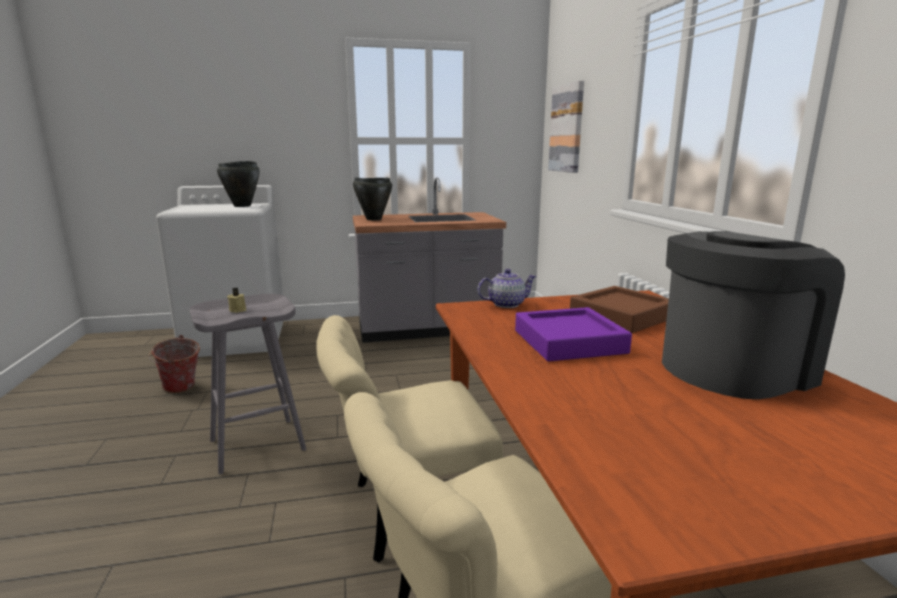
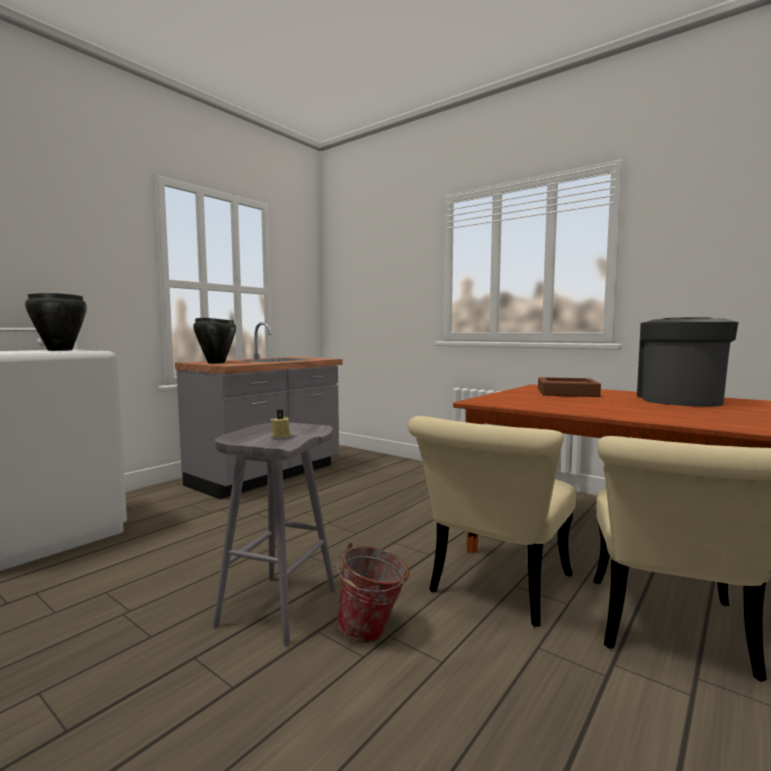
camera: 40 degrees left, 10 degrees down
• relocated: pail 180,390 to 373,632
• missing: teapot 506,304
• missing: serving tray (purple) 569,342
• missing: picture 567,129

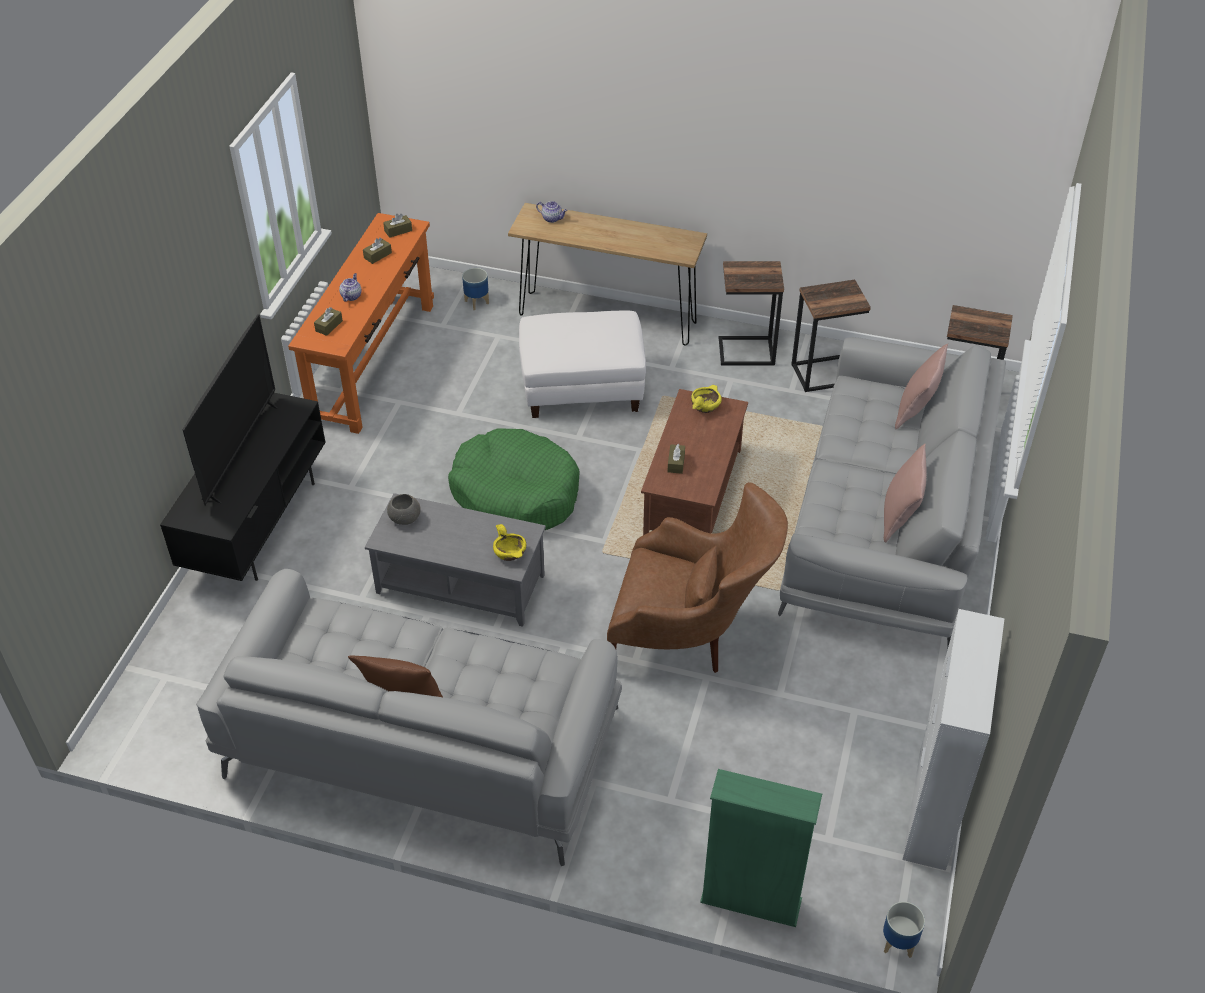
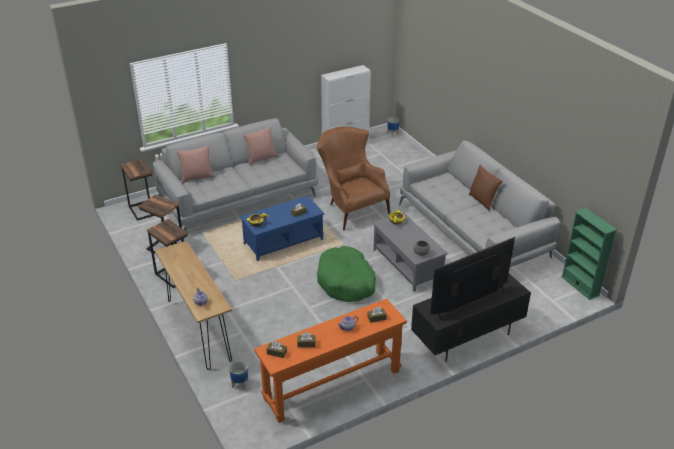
camera: 135 degrees left, 10 degrees down
• missing: footrest (white) 582,388
• colour: coffee table (brown-coloured) 694,493 to coffee table (bluish) 283,241
• relocated: shelving unit (green) 750,901 to 580,286

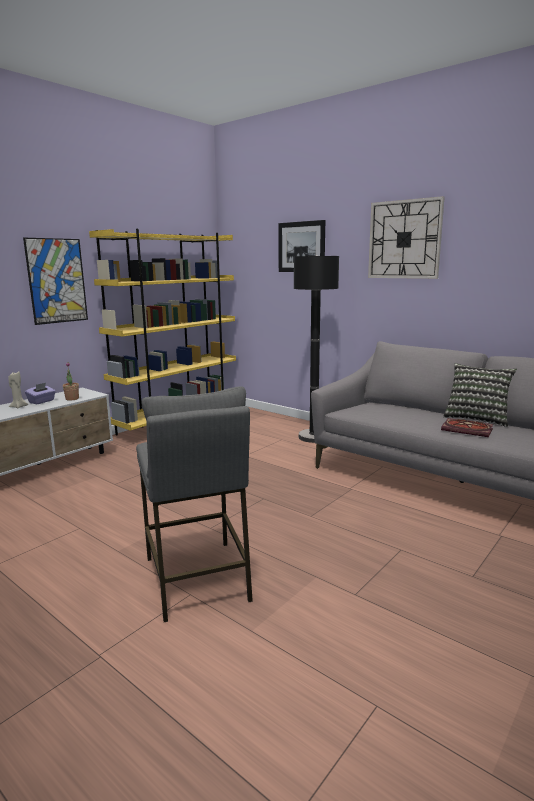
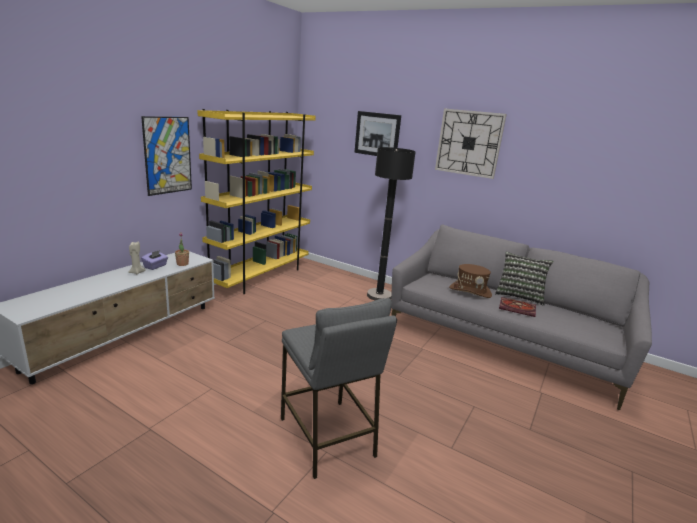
camera: 10 degrees left, 5 degrees up
• appeared: clothing hat (brown-coloured) 470,291

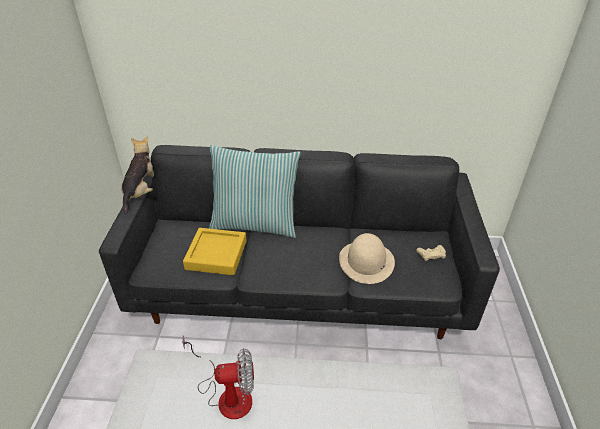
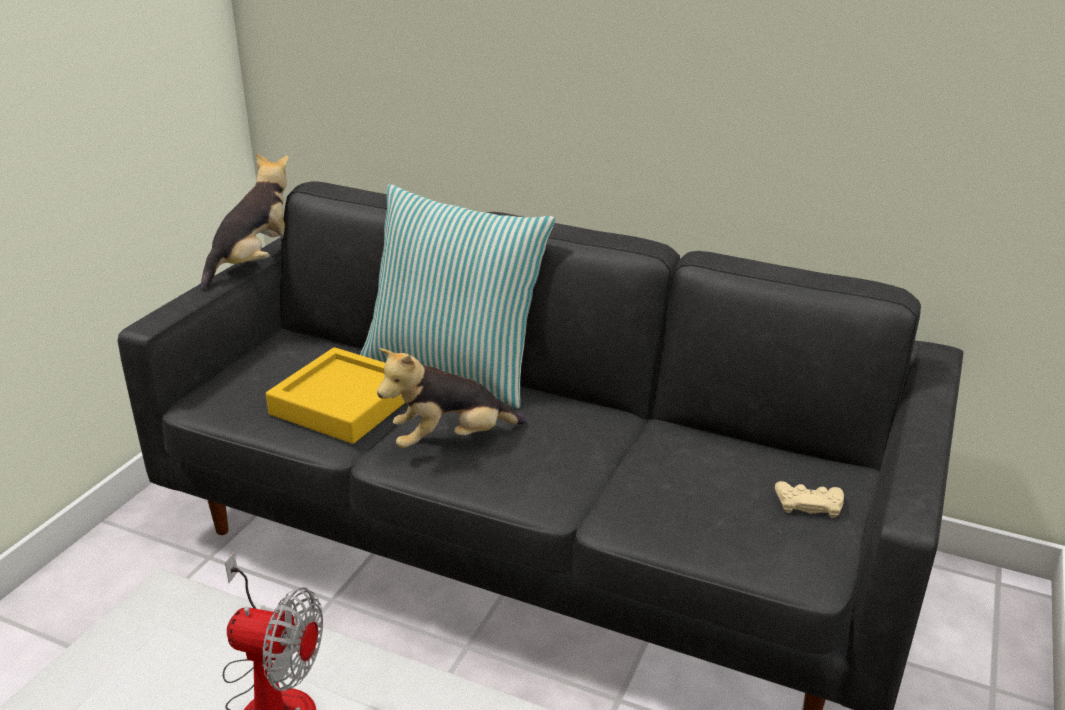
camera: 20 degrees right, 10 degrees down
• missing: clothing hat (beige) 366,261
• appeared: cuddly toy 450,440

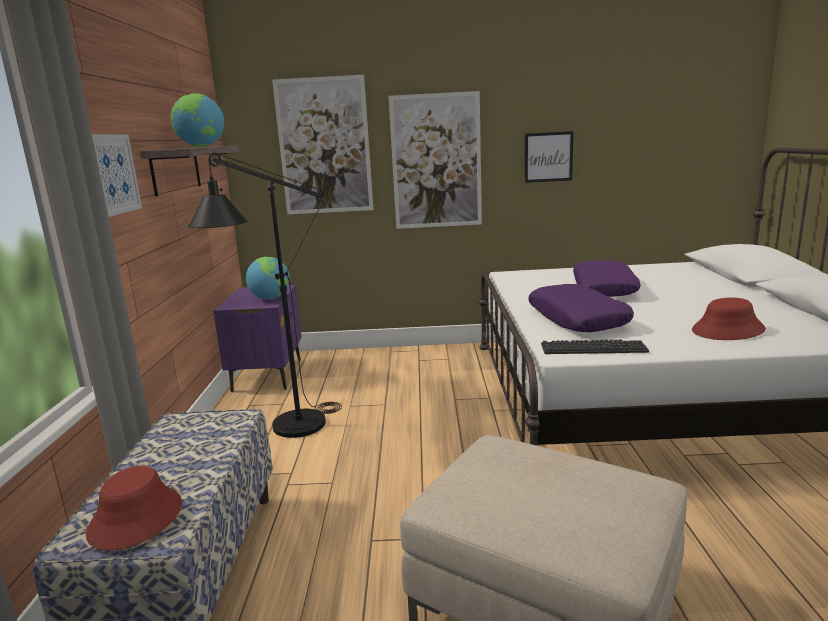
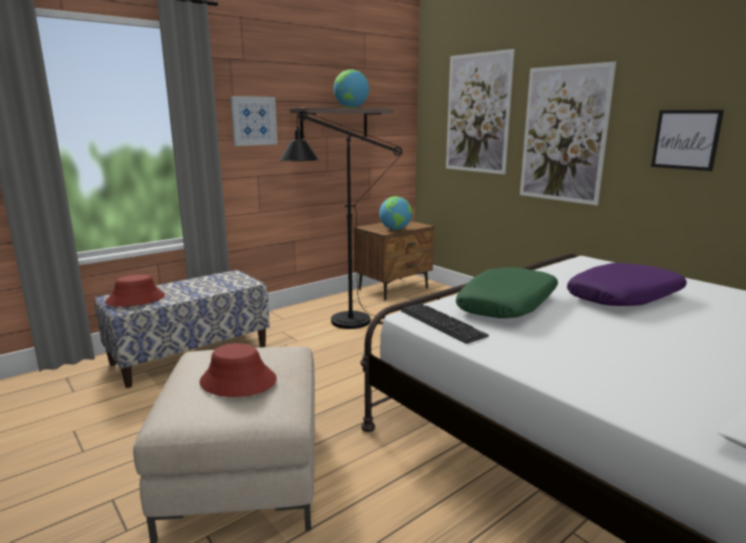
camera: 50 degrees right, 0 degrees up
• colour: night table (purple) 268,375 to night table (brown-coloured) 394,289
• colour: throw pillow (purple) 577,319 to throw pillow (green) 508,305
• relocated: clothing hat (red-coloured) 728,330 to 237,381

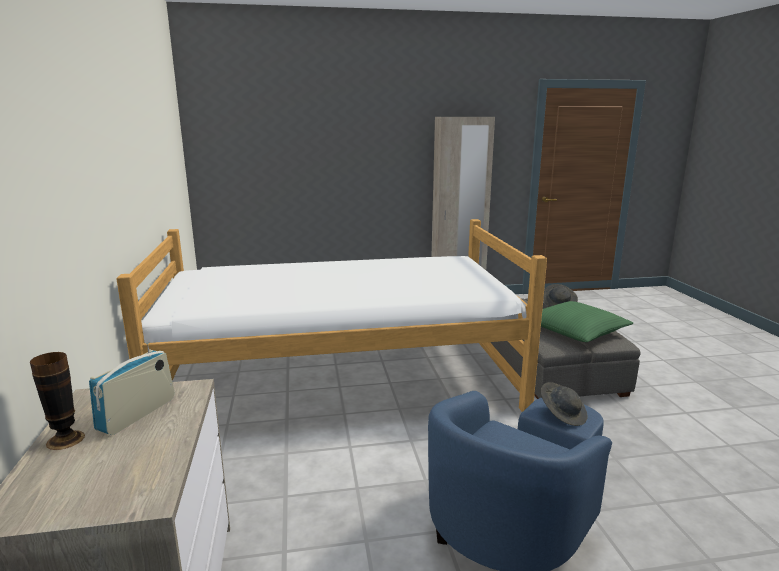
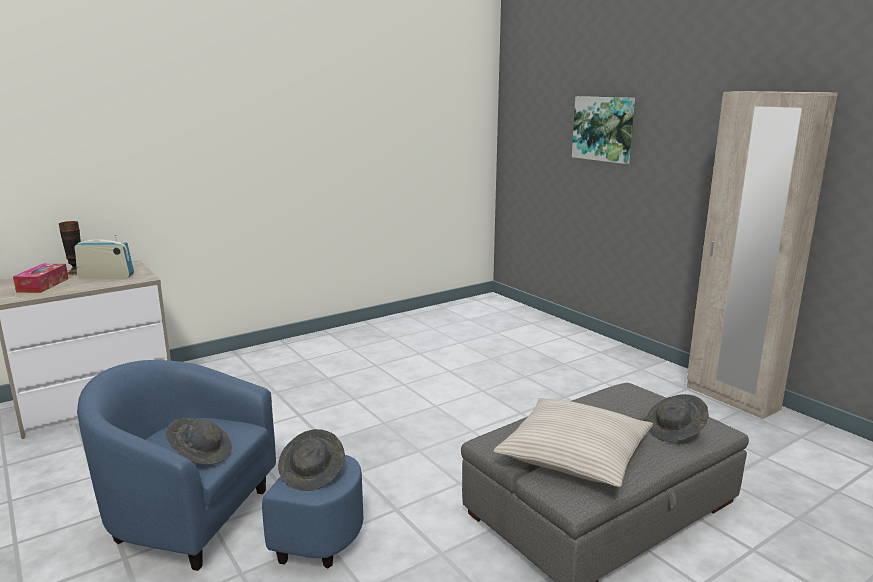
camera: 65 degrees right, 0 degrees up
• missing: sleeping bed 340,382
• colour: throw pillow (green) 576,331 to throw pillow (beige) 574,455
• appeared: box of tissues 43,285
• appeared: clothing hat (gray) 201,454
• appeared: picture 603,129

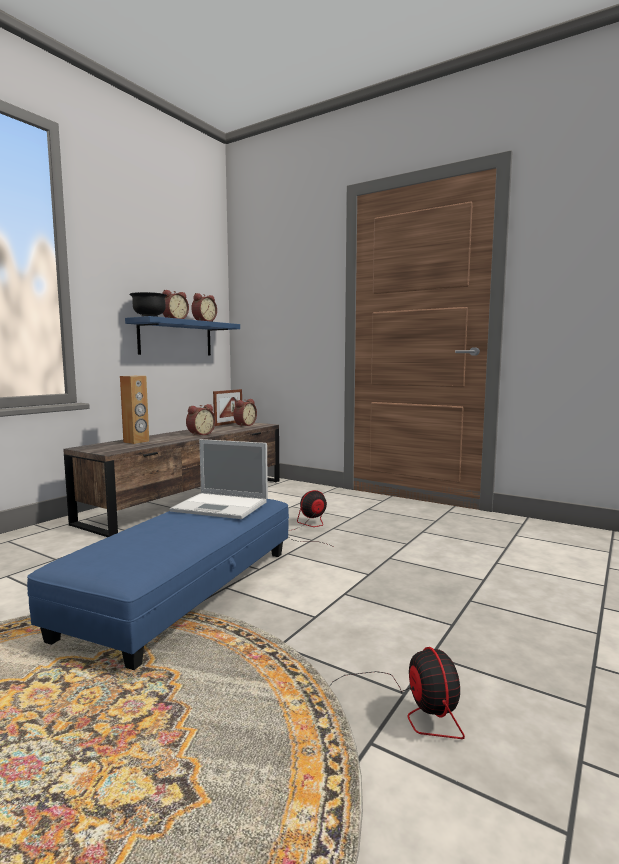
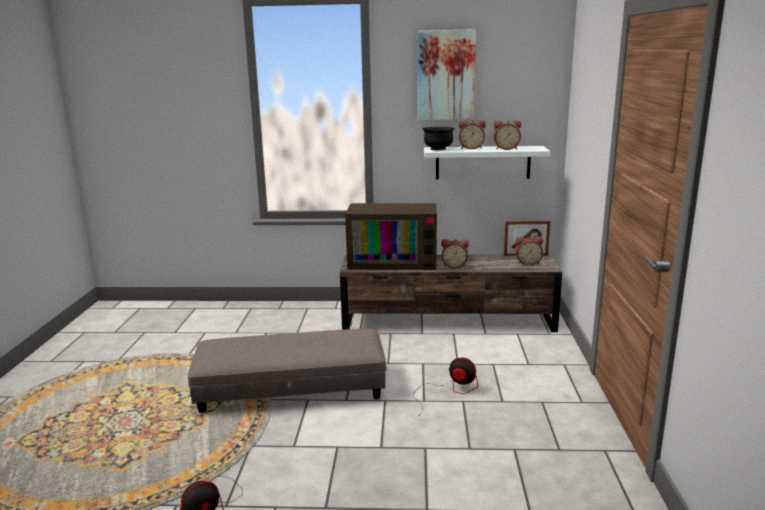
camera: 60 degrees right, 10 degrees up
• colour: footrest (bluish) 185,591 to footrest (gray) 291,389
• exchanged: audio speaker (brown-coloured) 136,442 to television 394,261
• colour: shelf (bluish) 176,338 to shelf (white) 483,162
• missing: laptop 222,506
• appeared: picture 446,75

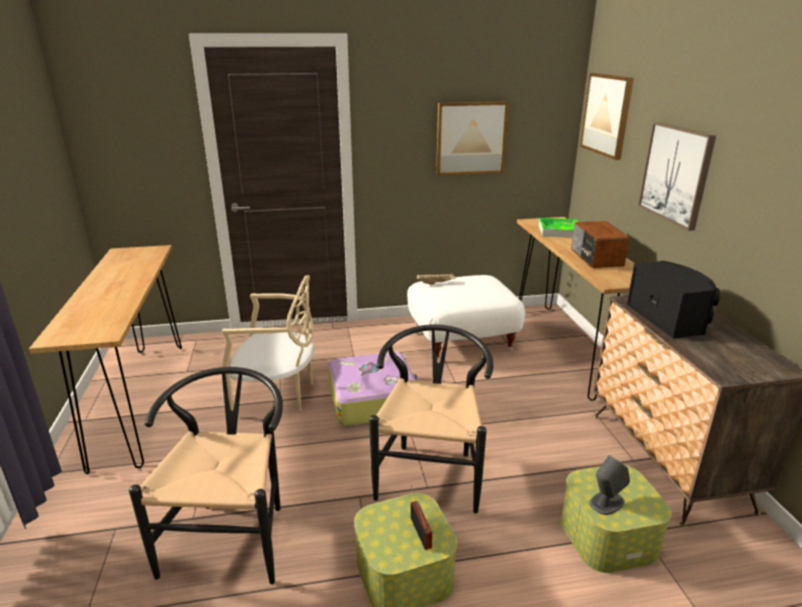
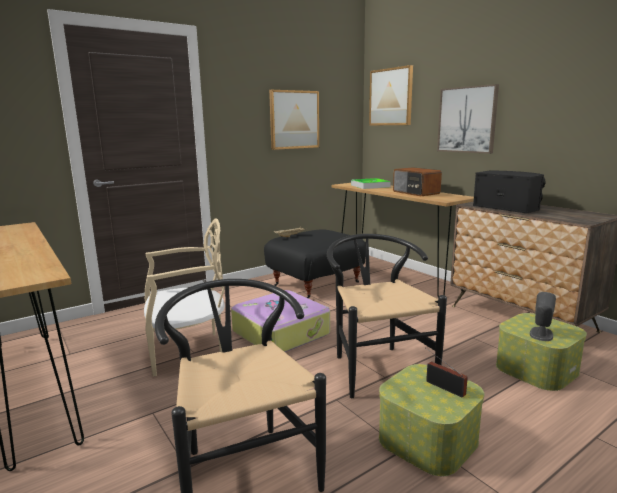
camera: 25 degrees left, 10 degrees down
• colour: footrest (white) 462,340 to footrest (blackish) 315,283

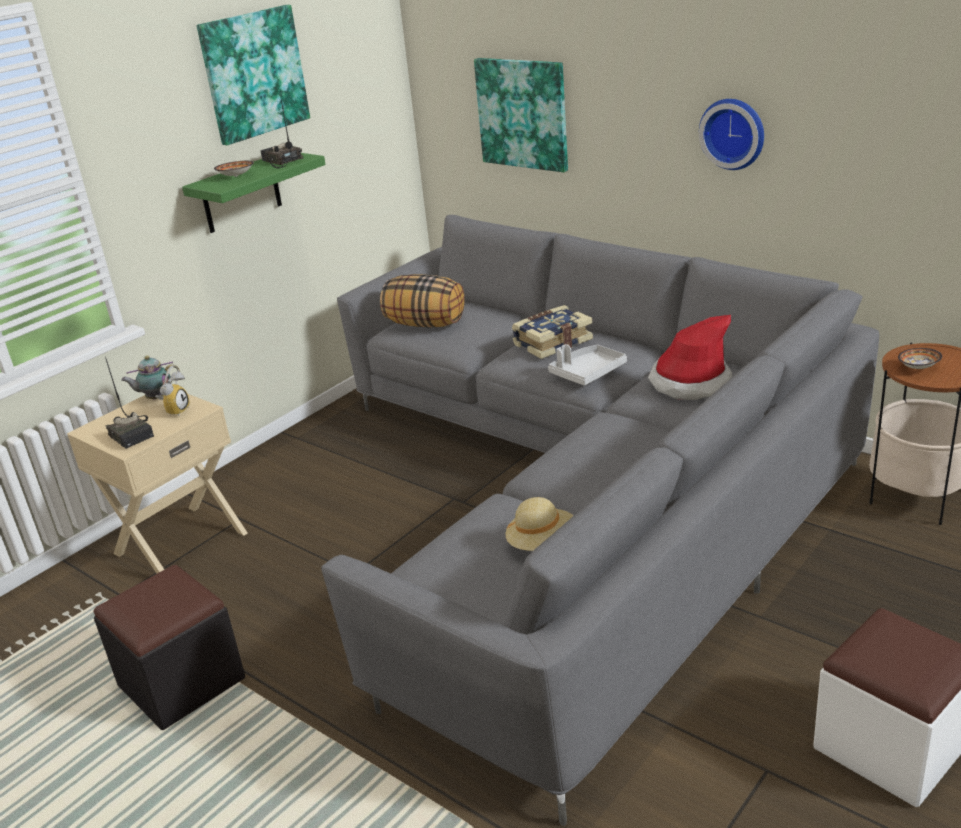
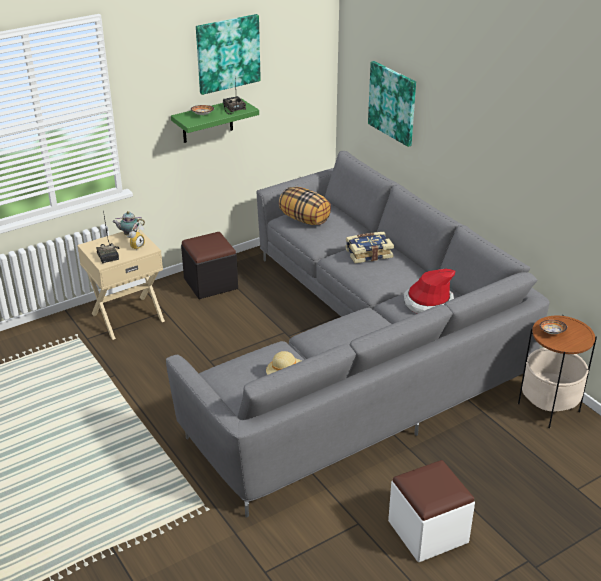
camera: 15 degrees right, 5 degrees up
• relocated: footrest (blackish) 181,682 to 210,283
• missing: serving tray (gray) 587,373
• missing: wall clock 734,133

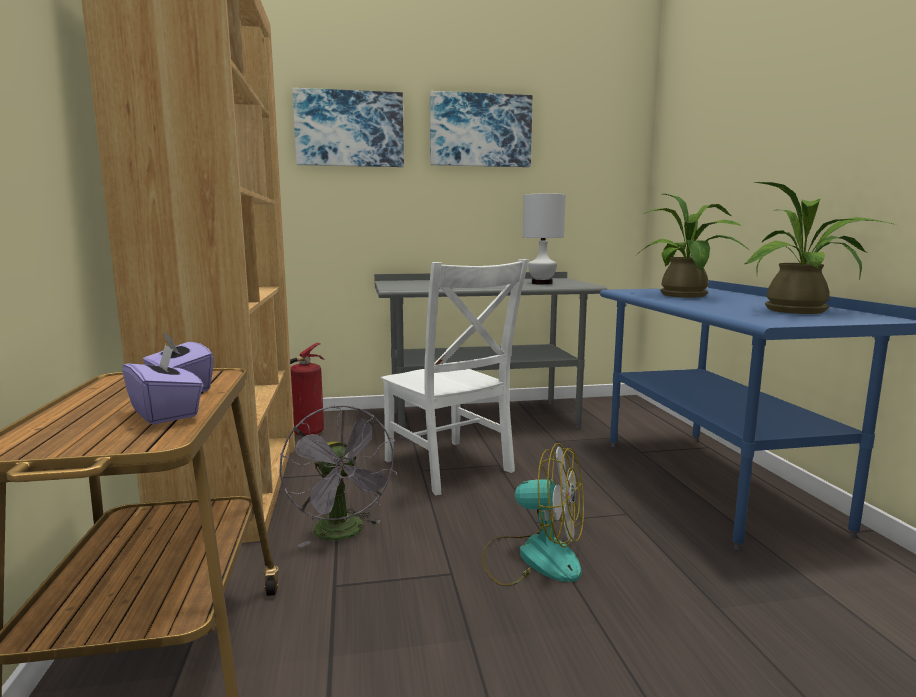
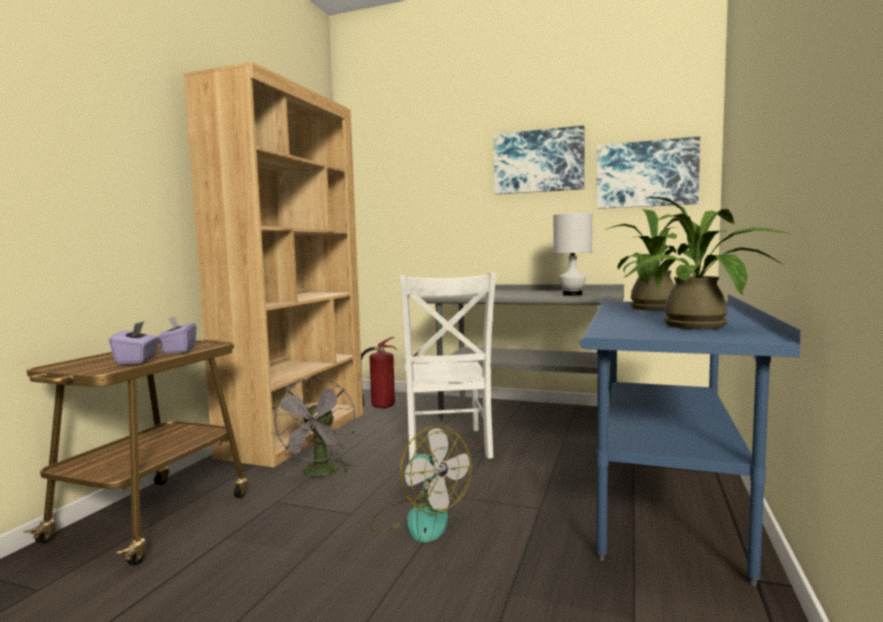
camera: 30 degrees right, 5 degrees down
• relocated: picture 349,129 to 646,174

